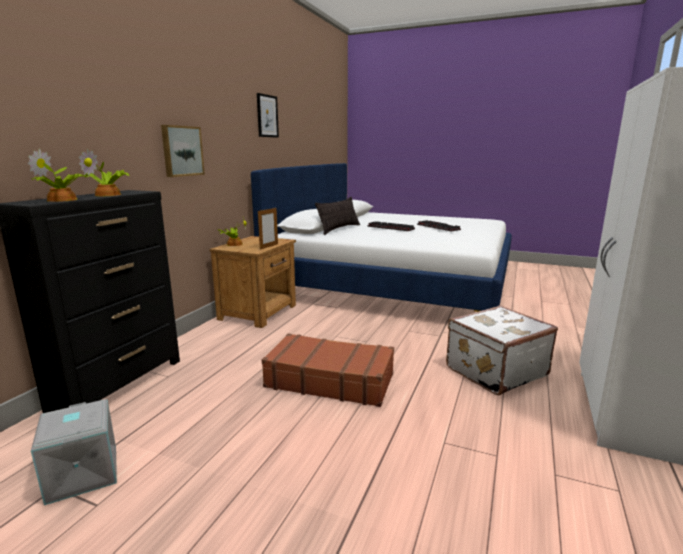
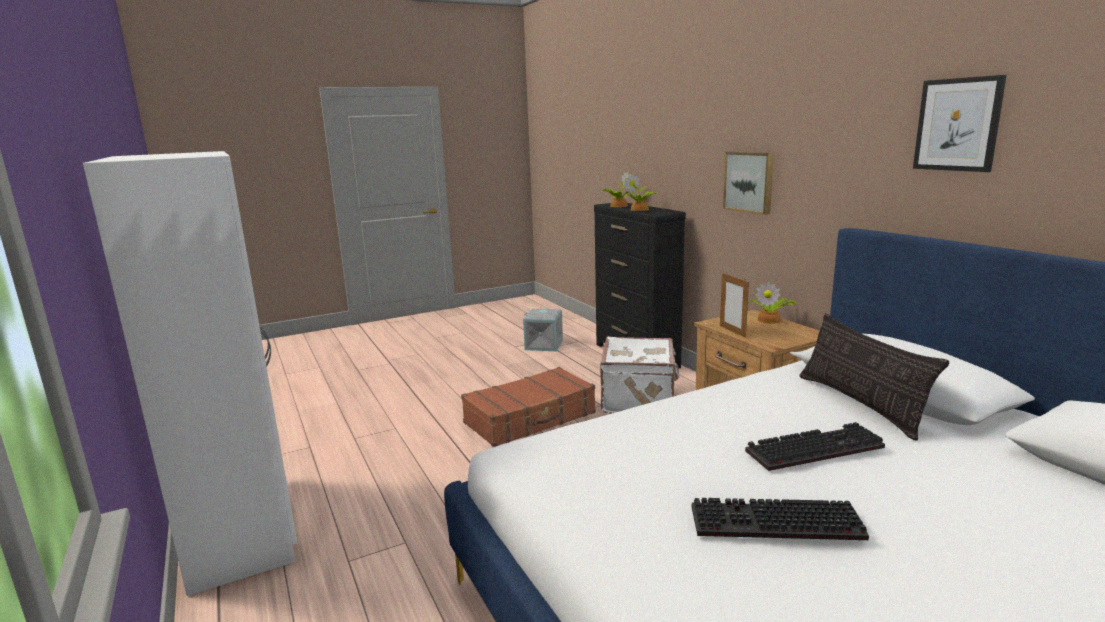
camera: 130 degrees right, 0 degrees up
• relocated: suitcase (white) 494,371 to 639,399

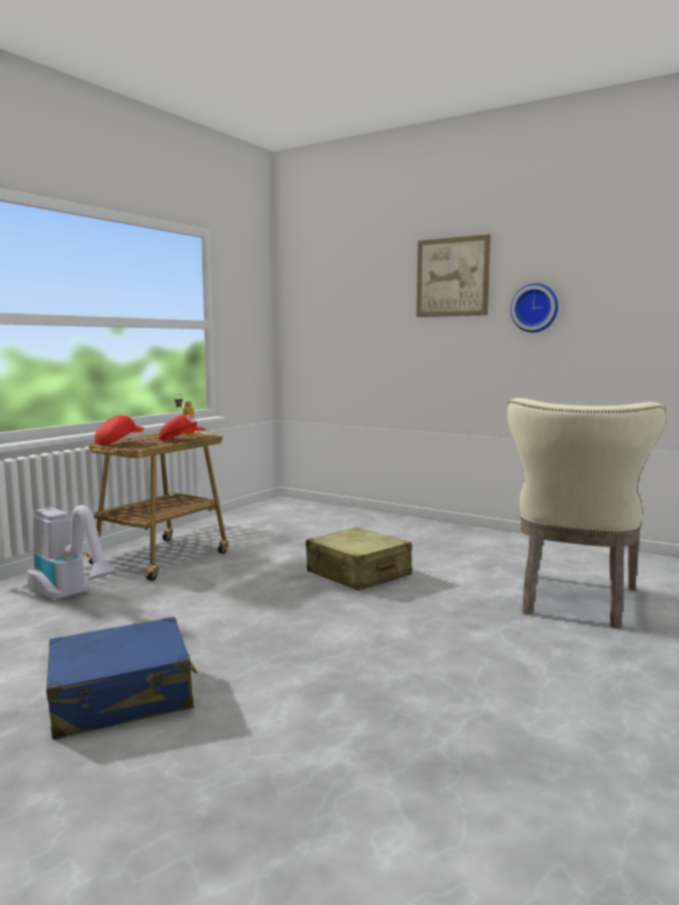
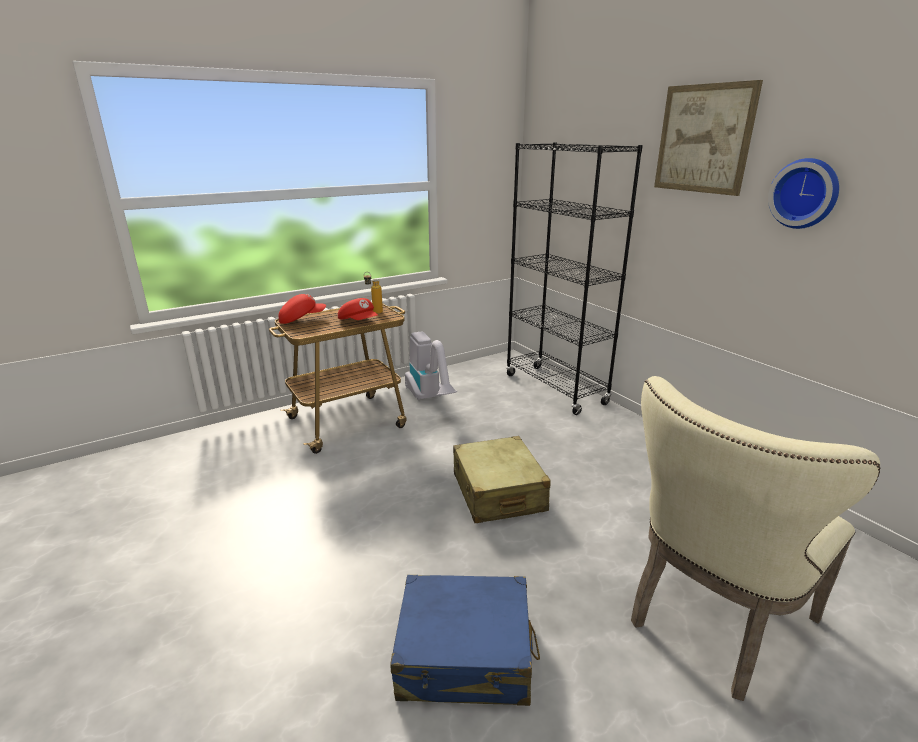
camera: 25 degrees right, 15 degrees up
• relocated: vacuum cleaner 71,597 to 430,398
• relocated: suitcase (bluish) 122,698 to 465,654
• appeared: shelving unit (blackish) 555,389

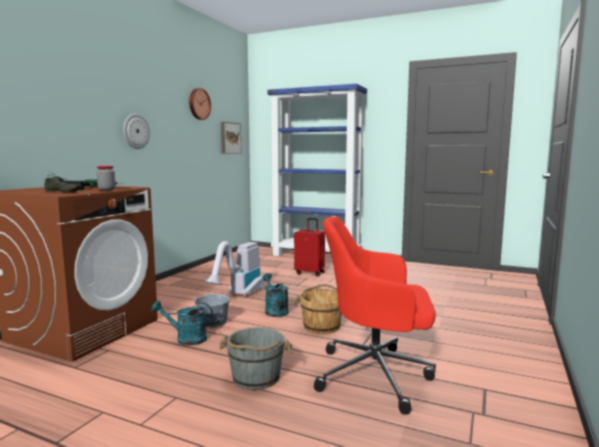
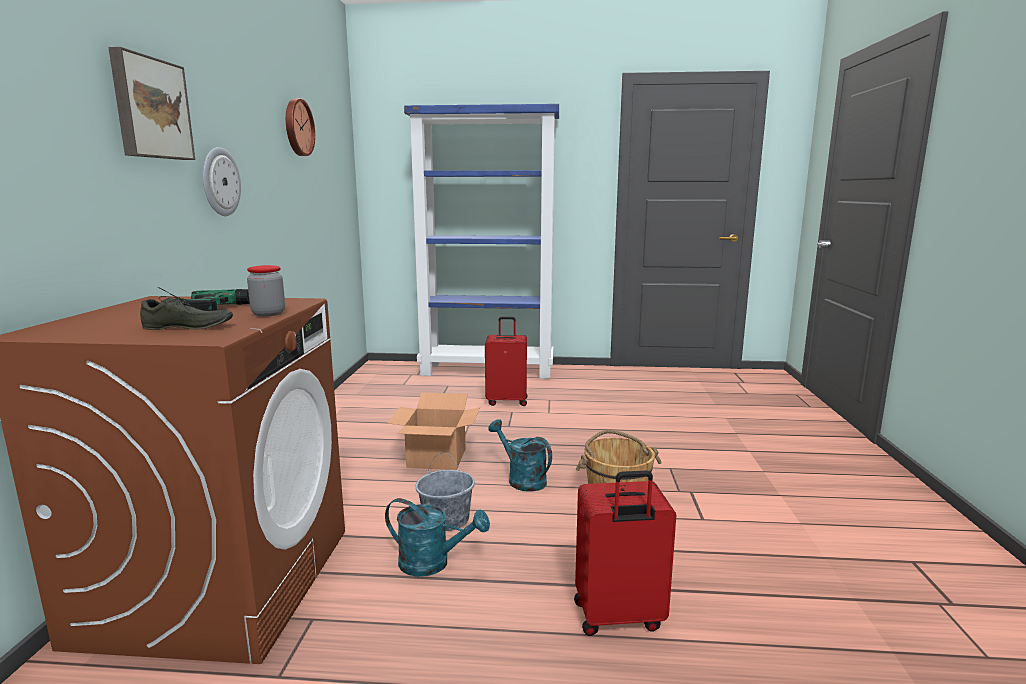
camera: 20 degrees left, 5 degrees up
• spun: sprinkling can (turquoise-coloured) 186,339 = 433,563 150 degrees counterclockwise
• exchanged: vacuum cleaner 239,295 to cardboard box 437,458
• exchanged: pail (gray) 255,378 to suitcase (red-coloured) 618,617
• relocated: picture 229,138 to 150,108
• missing: computer chair (red-coloured) 376,375

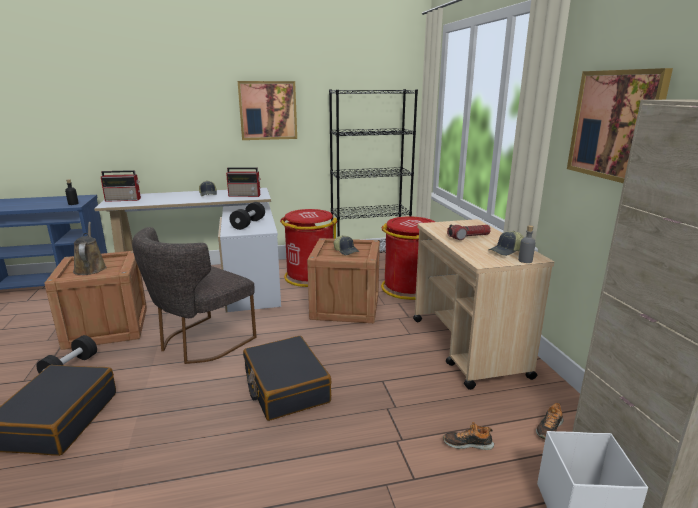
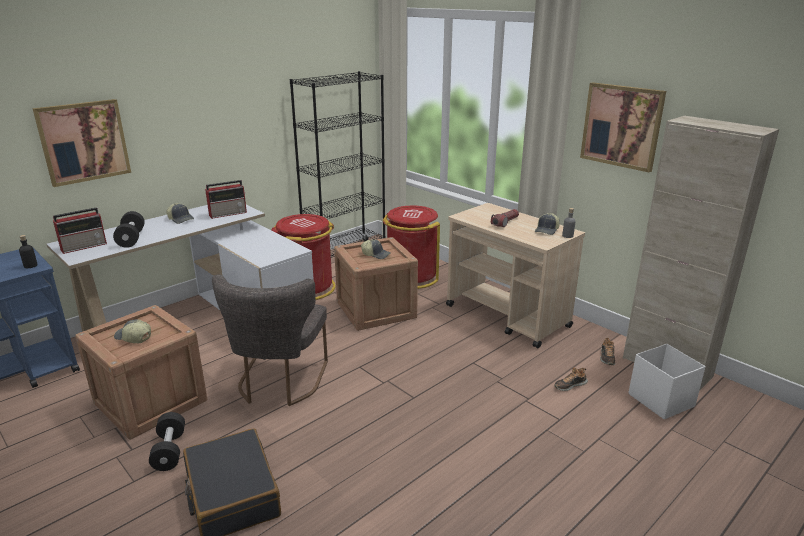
camera: 30 degrees left, 5 degrees up
• exchanged: sprinkling can (brown-coloured) 90,268 to baseball cap 133,338
• relocated: free weight (blackish) 248,224 to 131,239
• relocated: picture 268,110 to 84,142
• missing: suitcase (blackish) 285,387

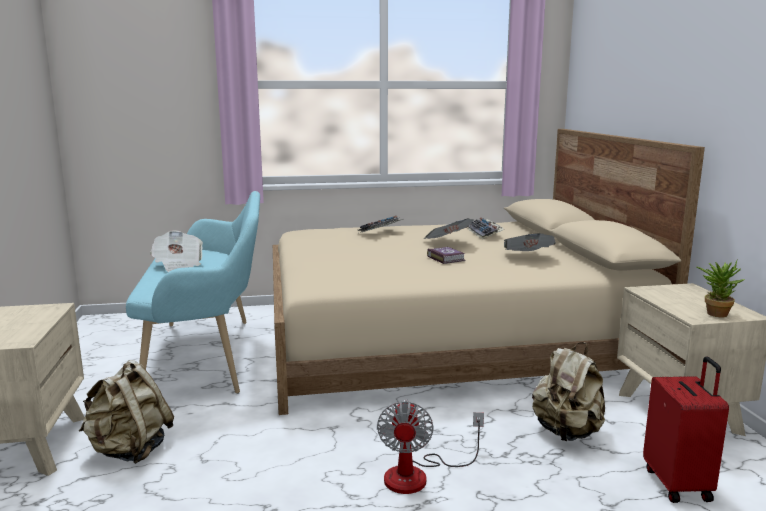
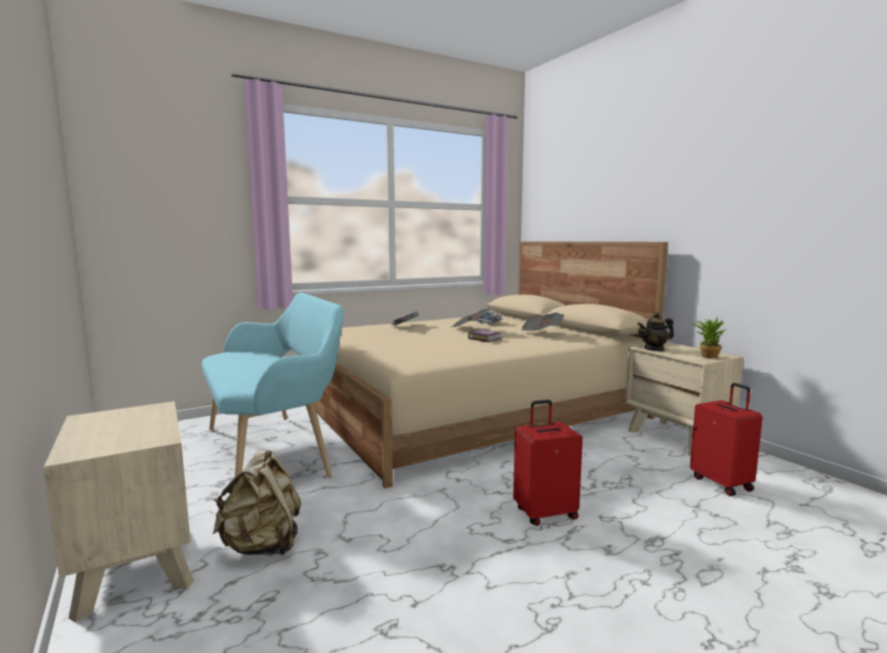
camera: 20 degrees left, 5 degrees down
• missing: newspaper 178,265
• exchanged: fan 418,475 to suitcase (red-coloured) 545,513
• missing: rucksack (beige) 567,432
• appeared: teapot 654,349

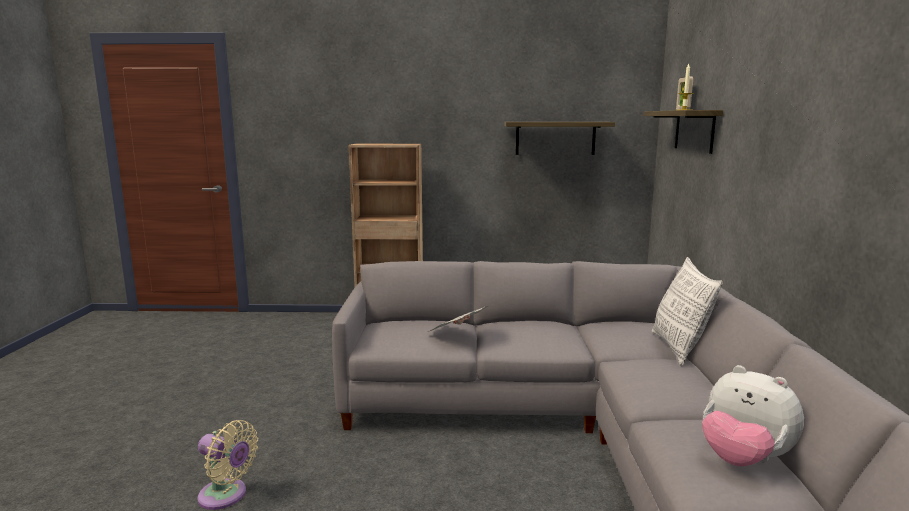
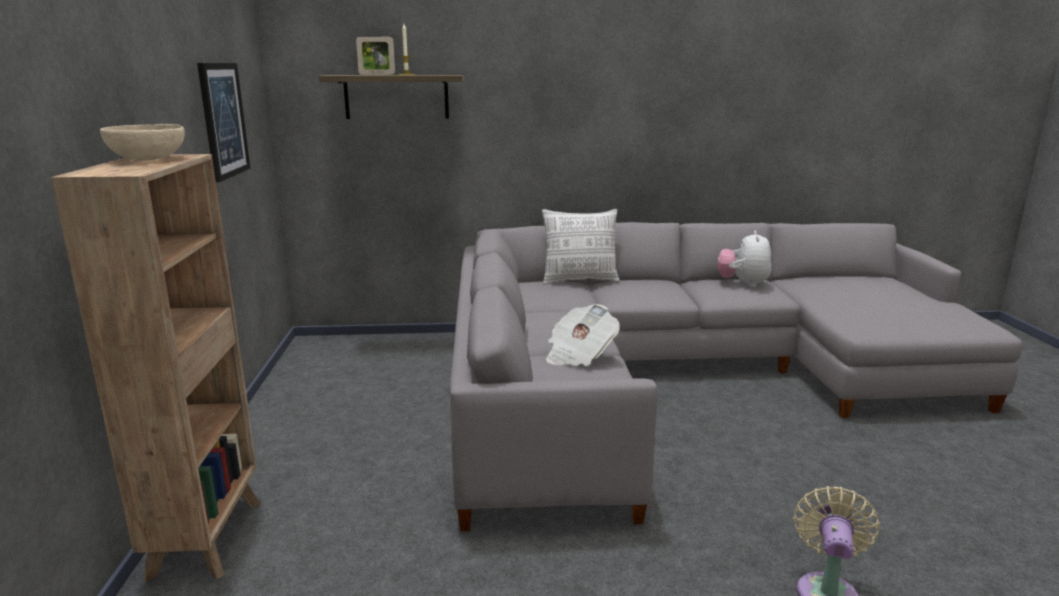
camera: 95 degrees left, 5 degrees up
• exchanged: shelf 555,138 to picture 223,120
• spun: cuddly toy 743,459 = 743,284 150 degrees clockwise
• appeared: bowl (beige) 148,159

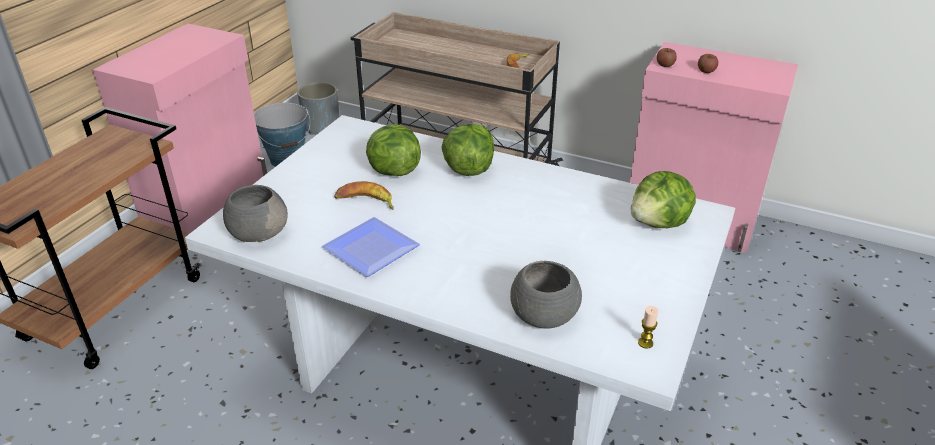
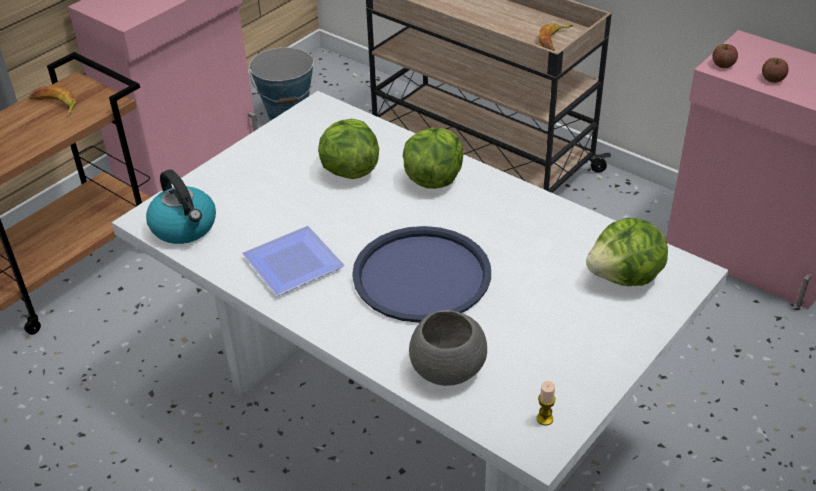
camera: 15 degrees right, 5 degrees up
• exchanged: bowl (gray) 258,233 to tea kettle 185,227
• missing: planter (gray) 322,127
• relocated: banana fruit 365,201 to 55,105
• appeared: serving tray (bluish) 422,275

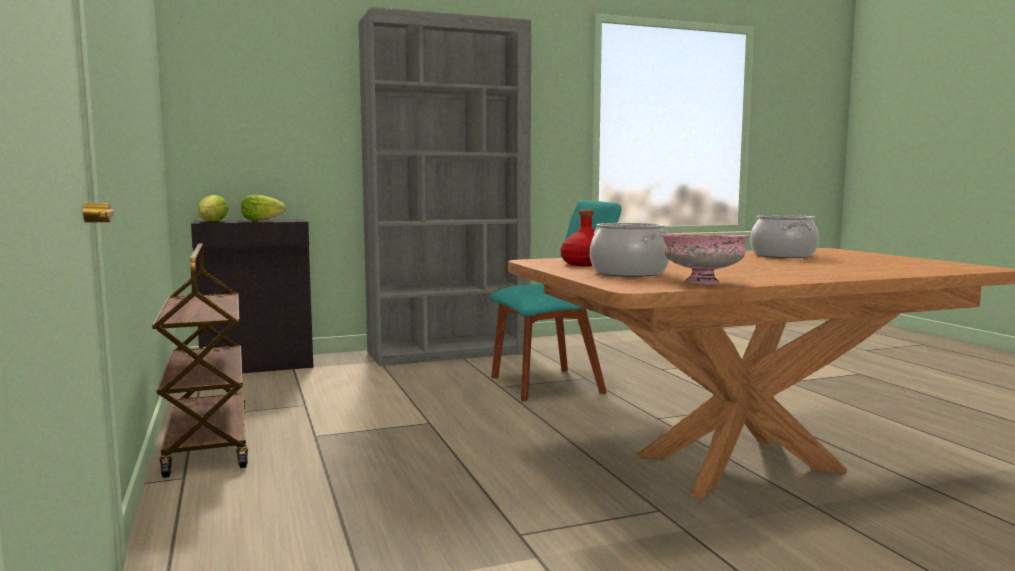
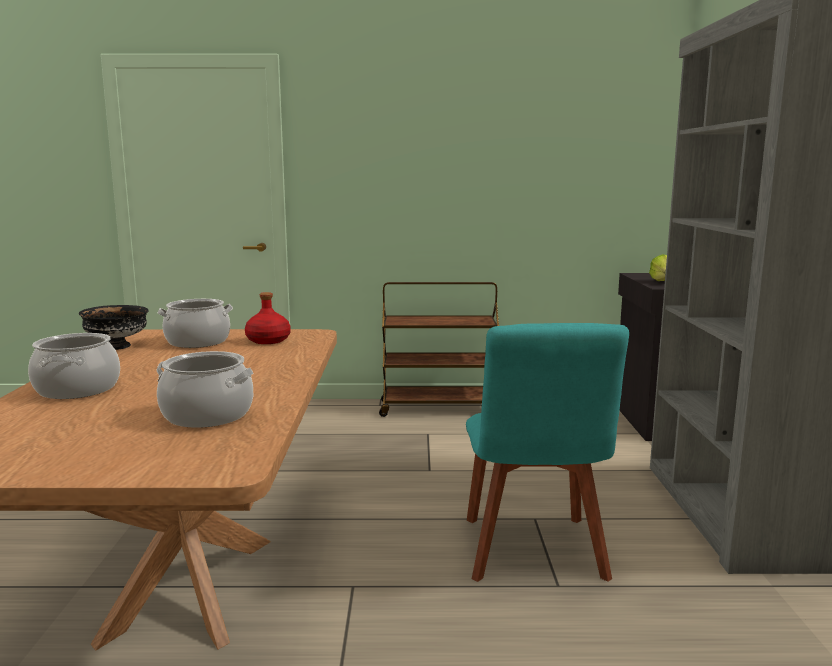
camera: 110 degrees right, 5 degrees up
• missing: lettuce head 212,222
• colour: bowl (pink) 701,283 to bowl (blackish) 118,347
• appeared: saucepot 78,389

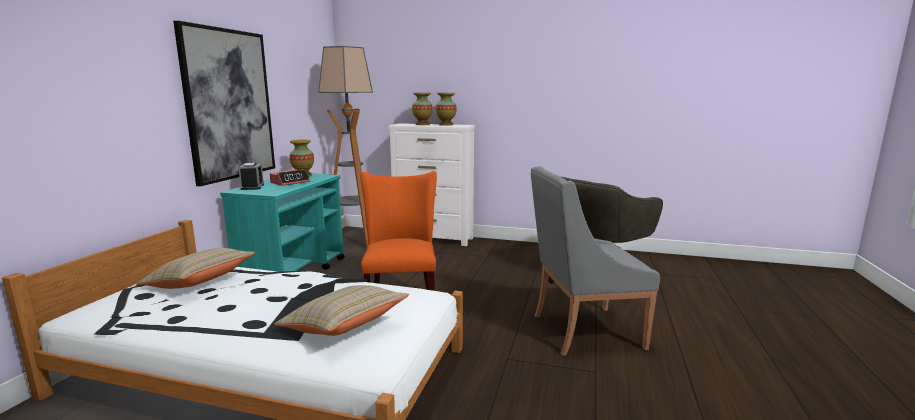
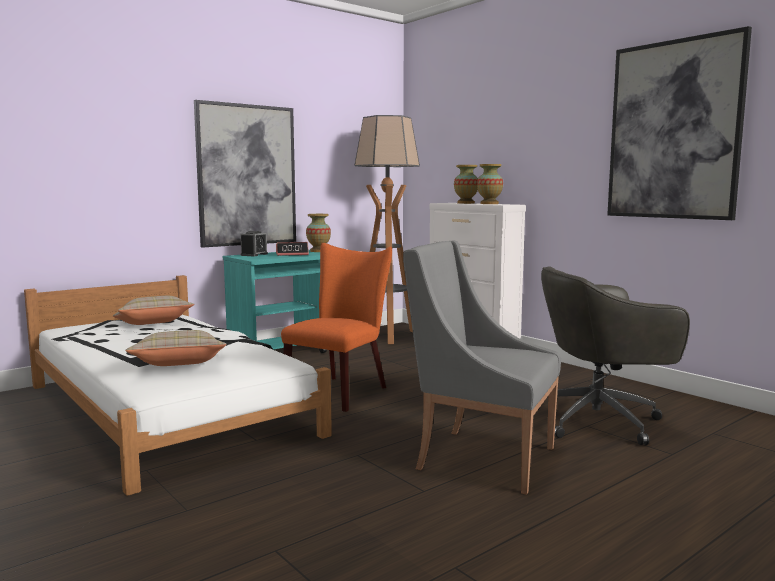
camera: 35 degrees right, 5 degrees down
• appeared: picture 674,130

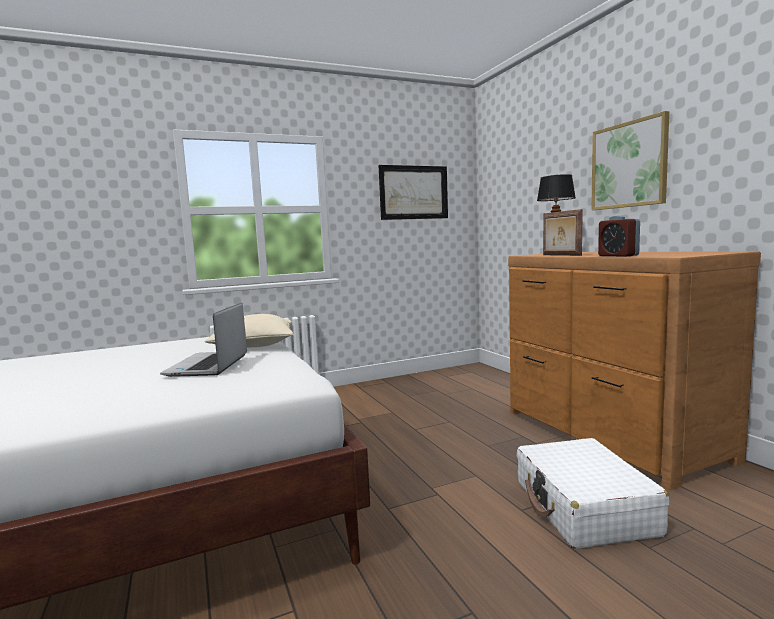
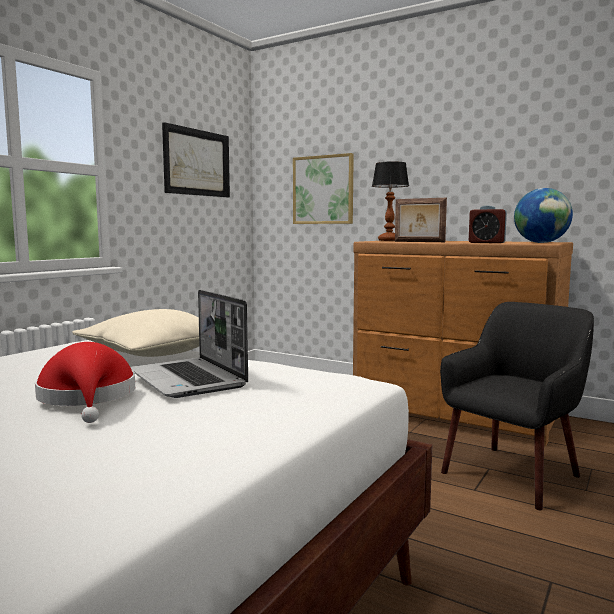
camera: 35 degrees left, 0 degrees up
• exchanged: suitcase (white) 584,507 to easy chair (blackish) 513,474
• relocated: picture 629,165 to 323,190
• appeared: clothing hat (red-coloured) 88,398
• appeared: desk globe 541,243

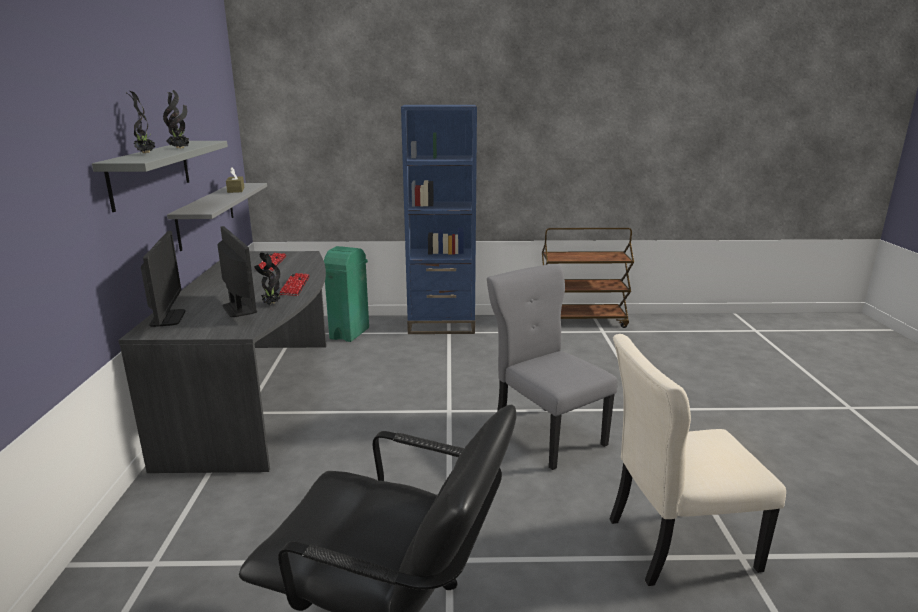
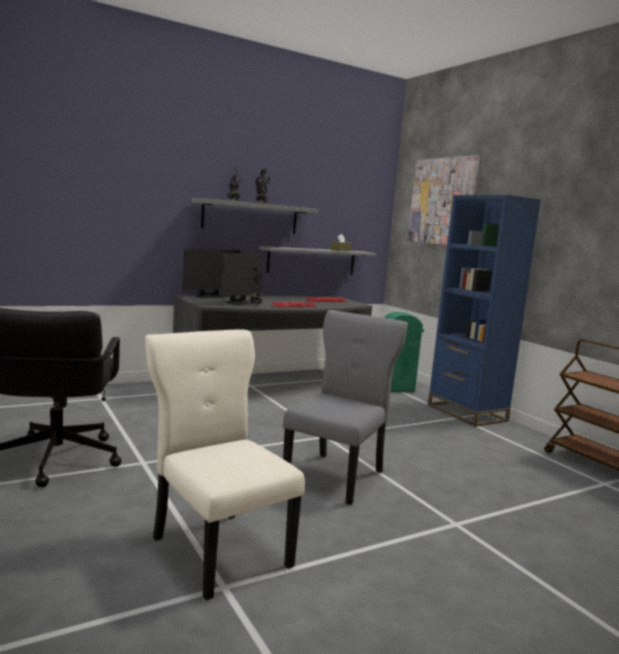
camera: 60 degrees right, 10 degrees down
• appeared: picture 443,201

